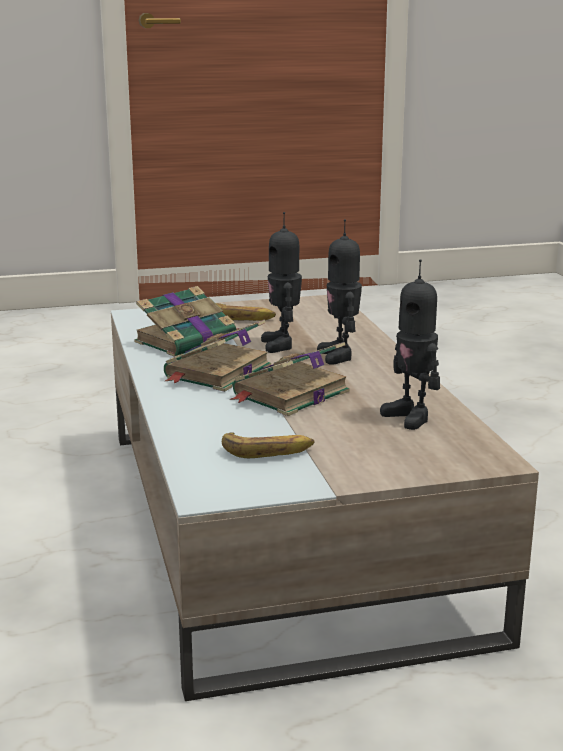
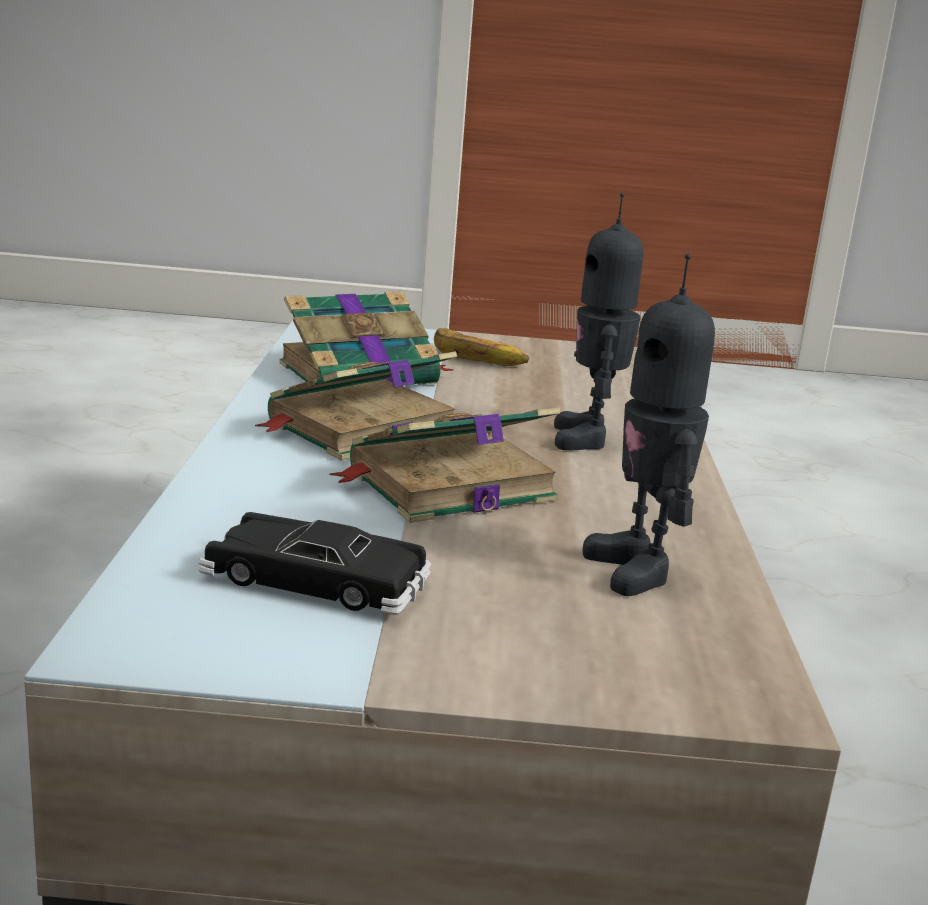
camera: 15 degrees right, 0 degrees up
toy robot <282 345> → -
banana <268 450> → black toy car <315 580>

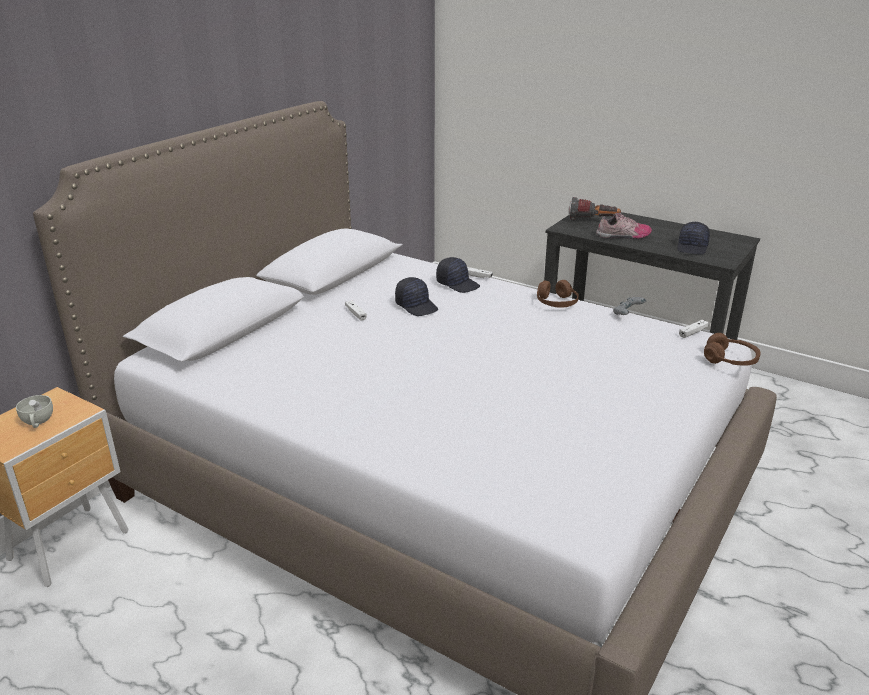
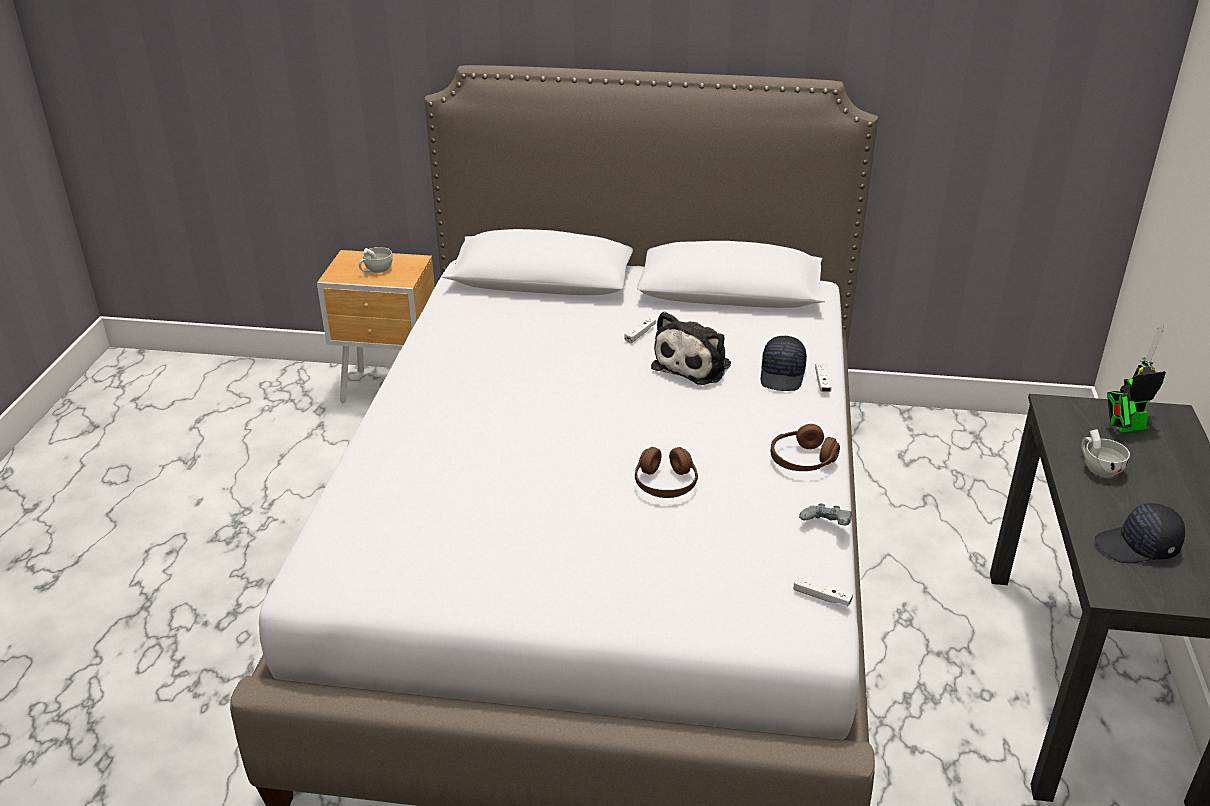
camera: 65 degrees right, 5 degrees up
flashlight <593 221> → toy robot <1125 427>
shoe <624 236> → white cup <1098 467>
black cap <417 306> → plush toy <694 365>
brown headphones <730 360> → brown headphones <665 484>, shifted

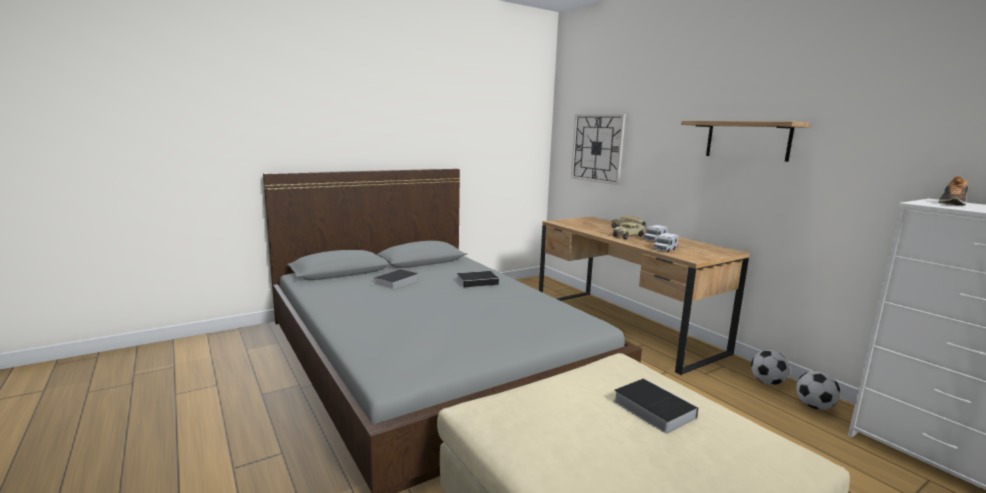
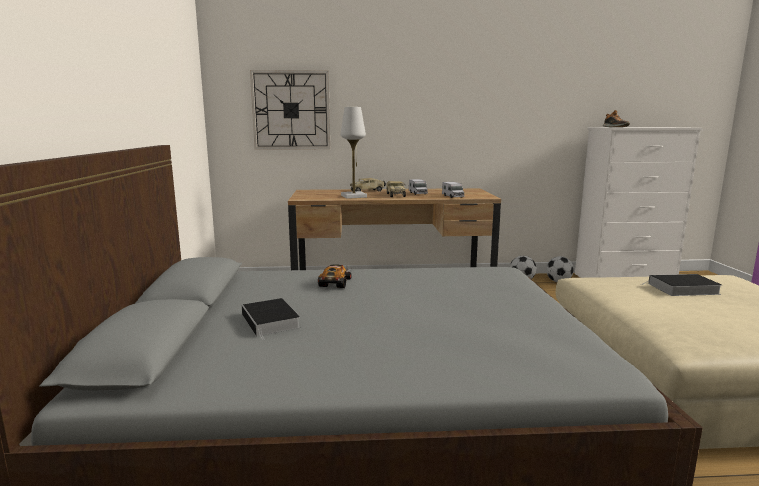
camera: 60 degrees left, 0 degrees up
shelf <747 140> → -
book <478 282> → toy car <336 282>
- → white table lamp <353 196>

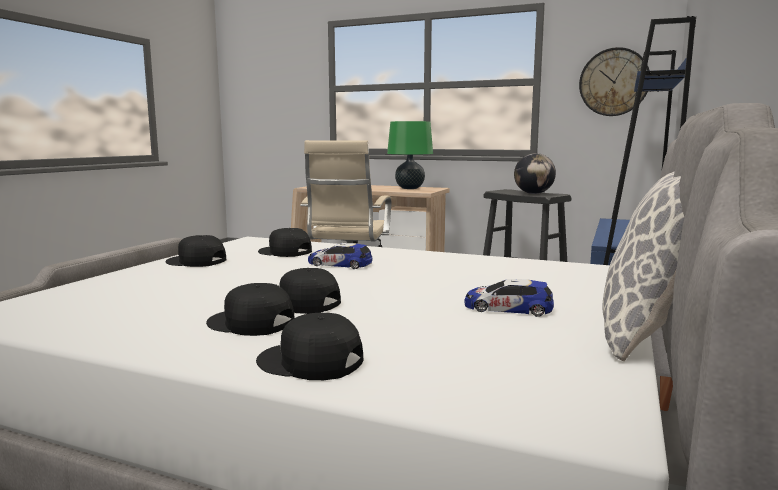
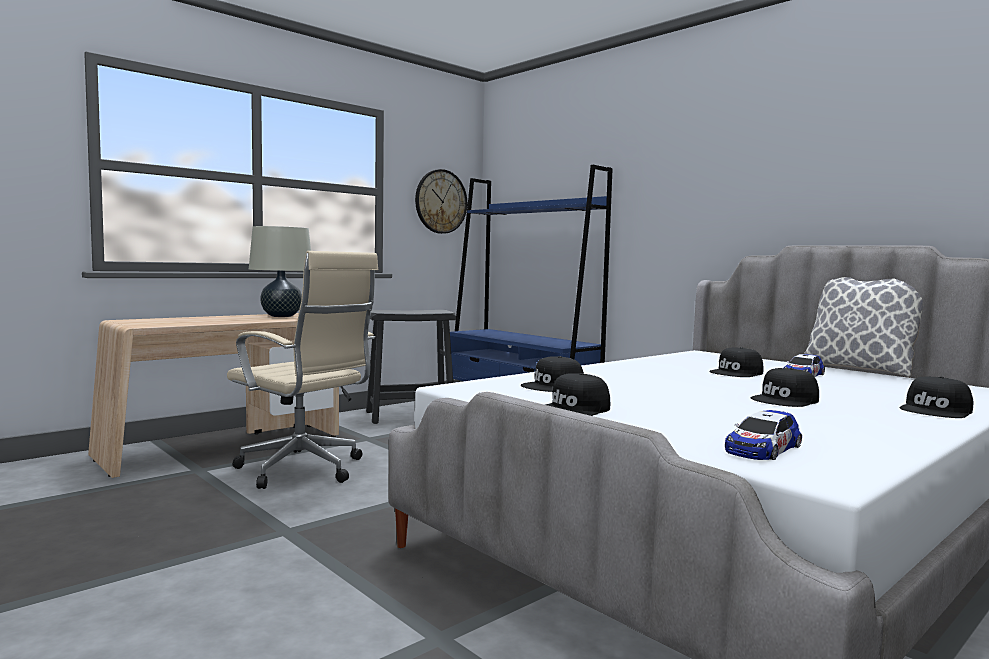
camera: 65 degrees left, 5 degrees down
green table lamp <409 188> → beige table lamp <281 316>
globe <533 193> → -
toy car <339 264> → toy car <762 449>, shifted
black cap <250 323> → black cap <737 373>, shifted

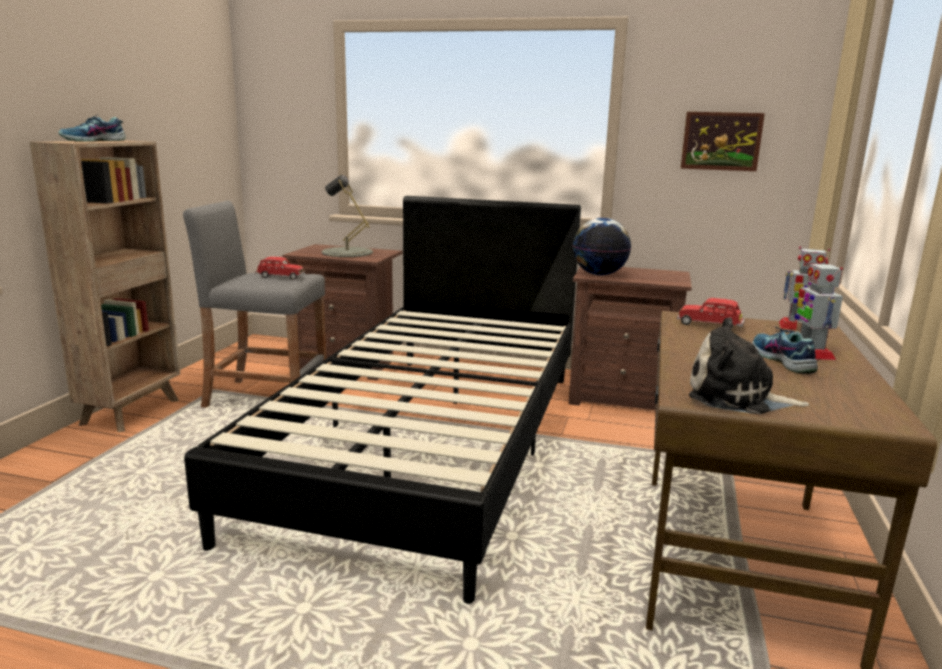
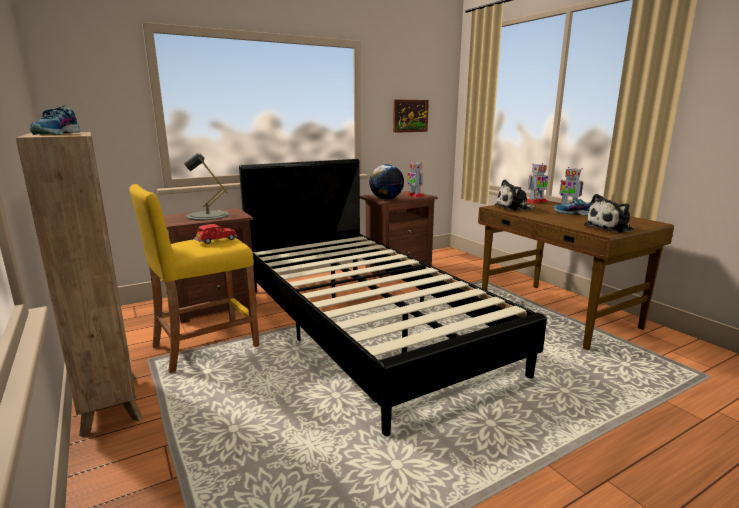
camera: 45 degrees left, 0 degrees up
grey stool <266 397> → yellow stool <205 346>
red toy car <710 325> → plush toy <514 208>
- → toy robot <414 195>

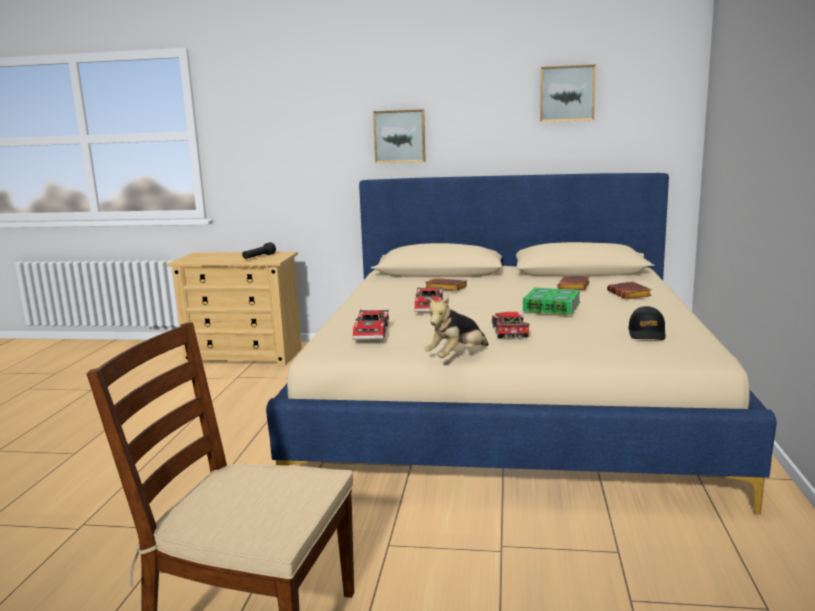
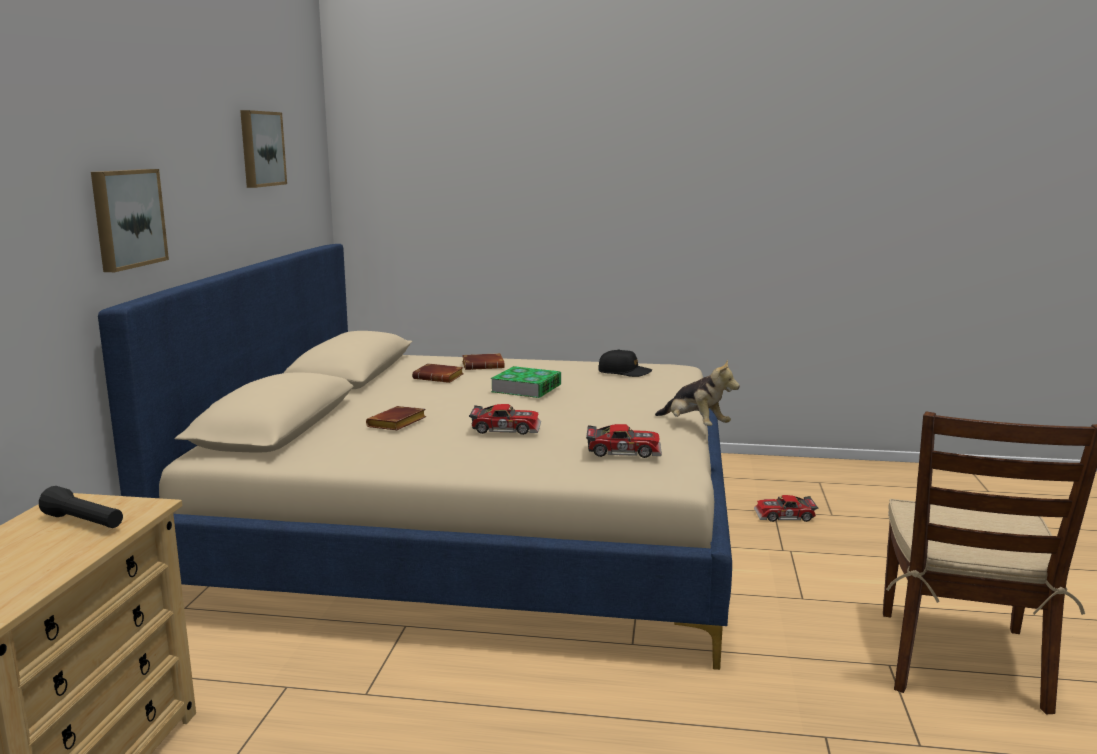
camera: 90 degrees left, 0 degrees up
toy car <507 332> → toy car <785 516>, shifted

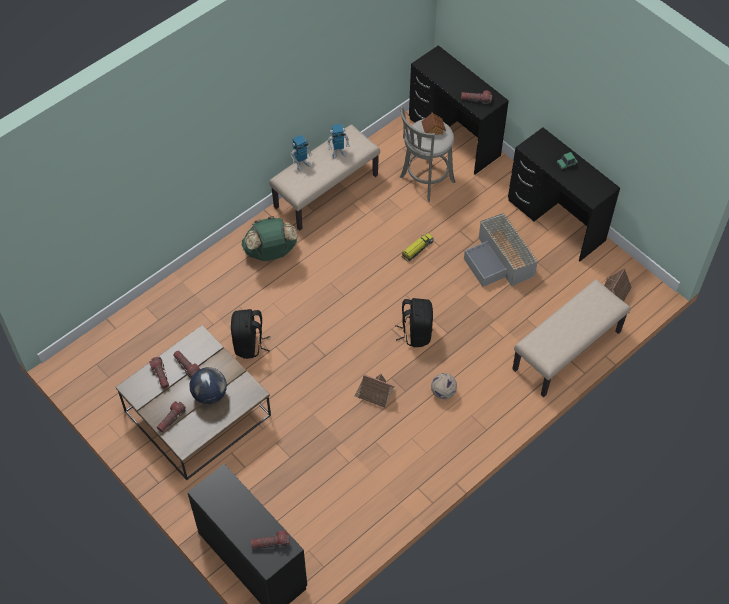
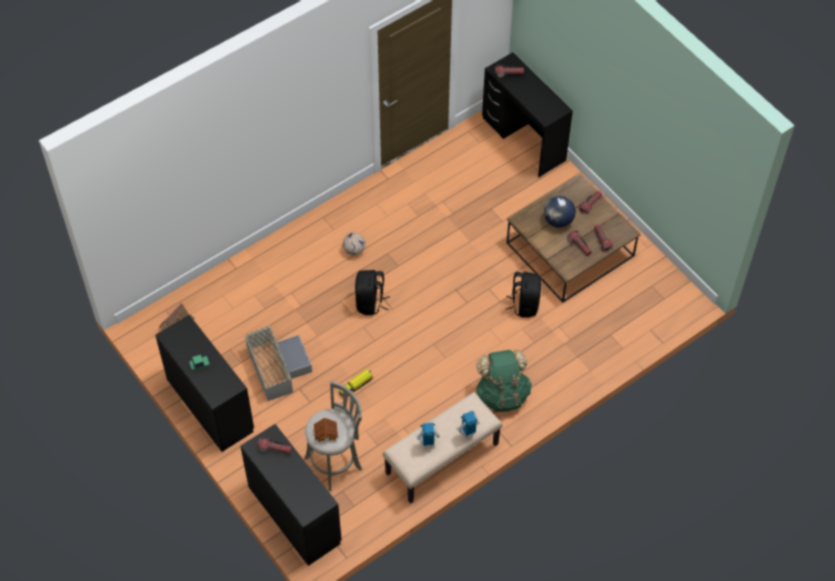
camera: 175 degrees left, 0 degrees up
beige bench <567 351> → -
toy house <374 393> → -

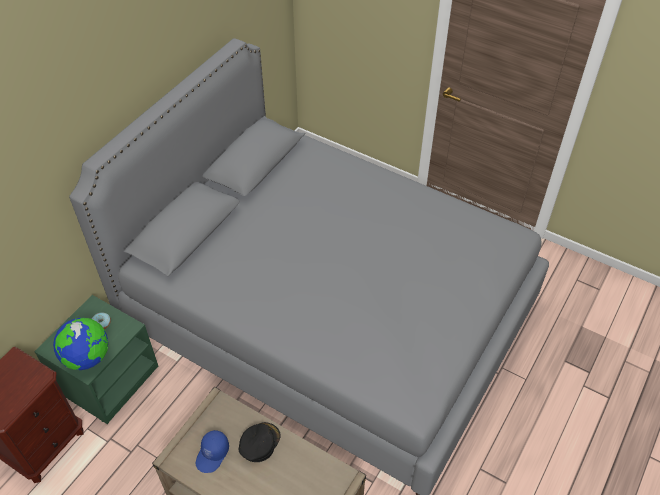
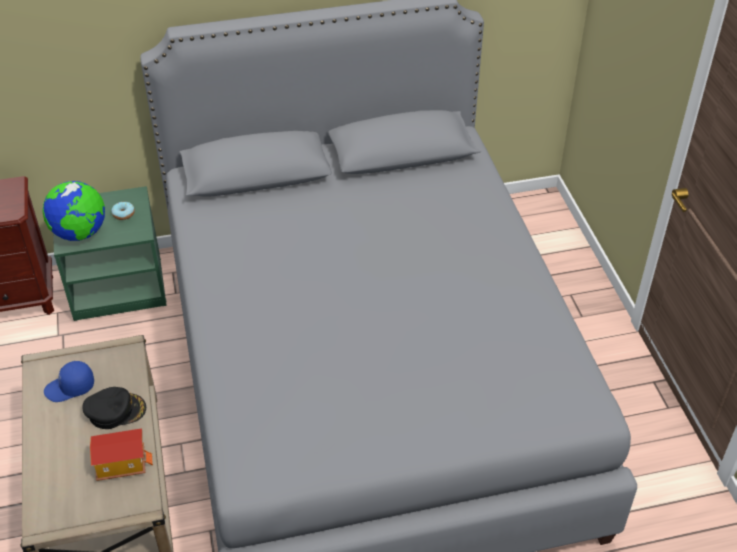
camera: 45 degrees right, 5 degrees down
- → toy house <122 464>

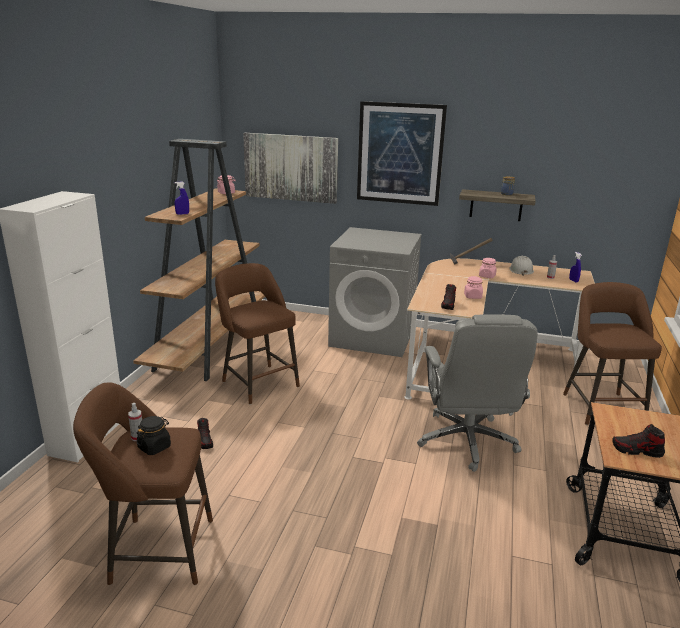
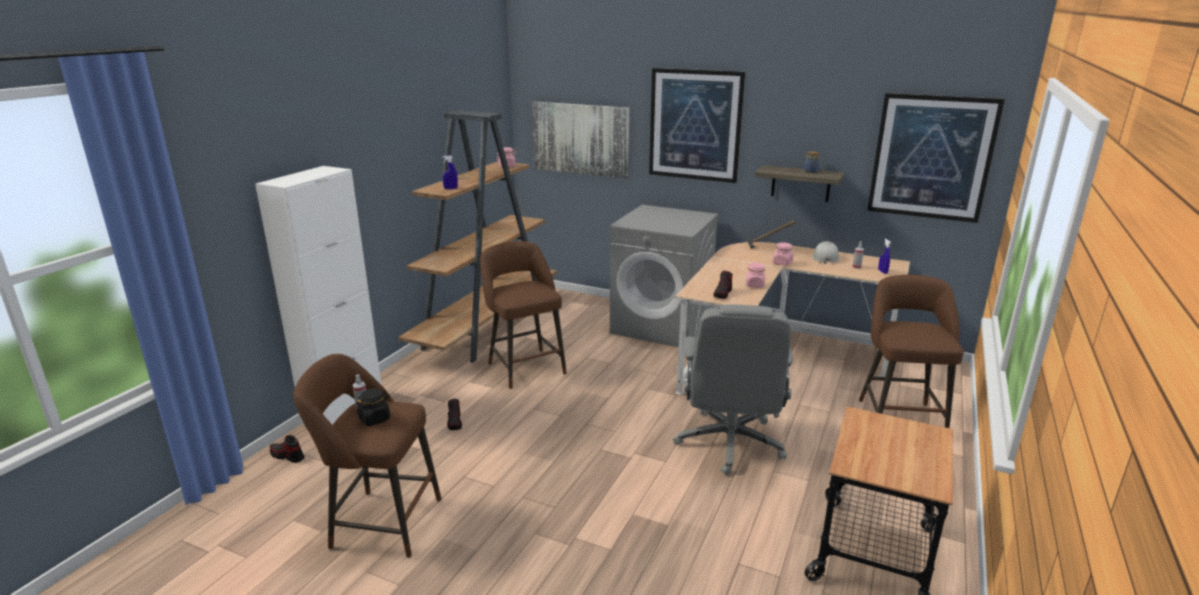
camera: 10 degrees right, 0 degrees up
shoe <637 450> → shoe <287 456>, shifted
- → picture <931 157>

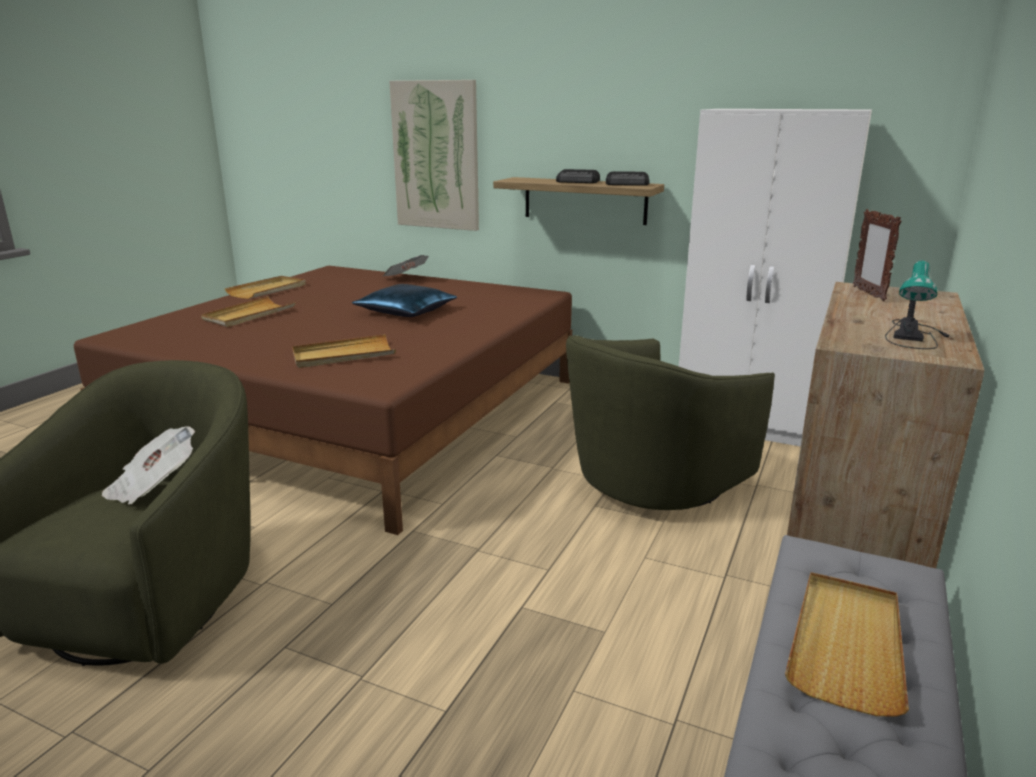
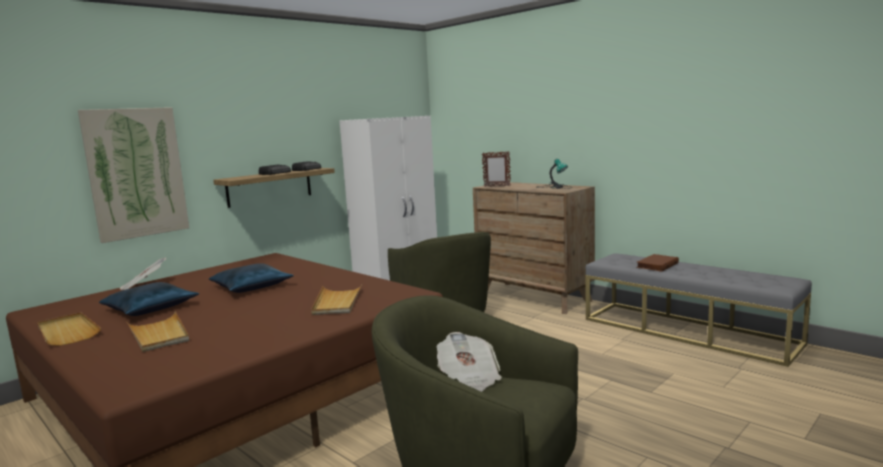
camera: 70 degrees left, 10 degrees down
beige tray <846 644> → brown book <656 265>
- → blue pillow <150 308>

